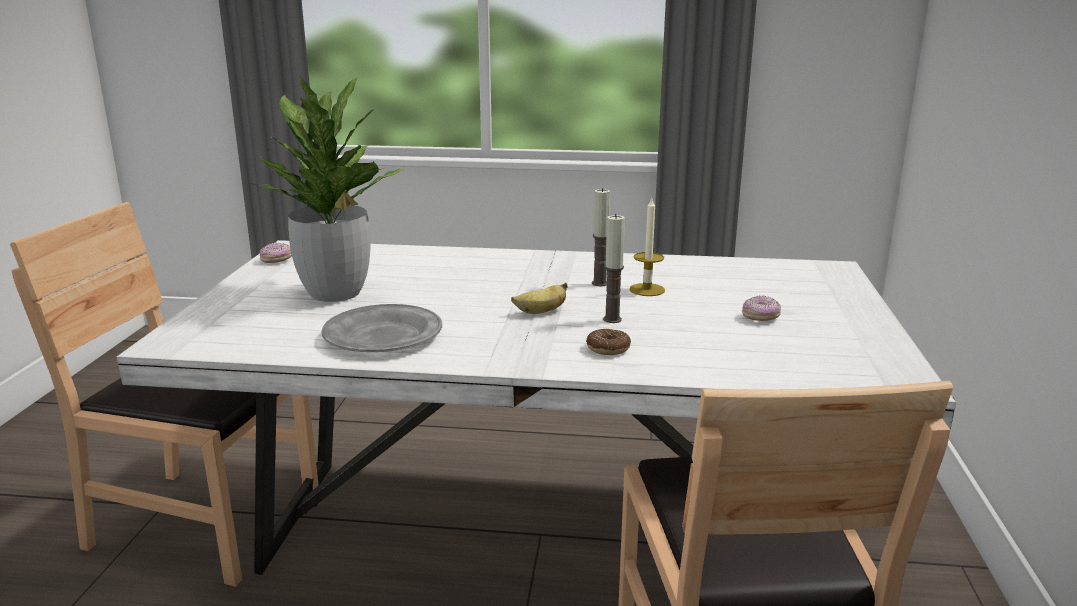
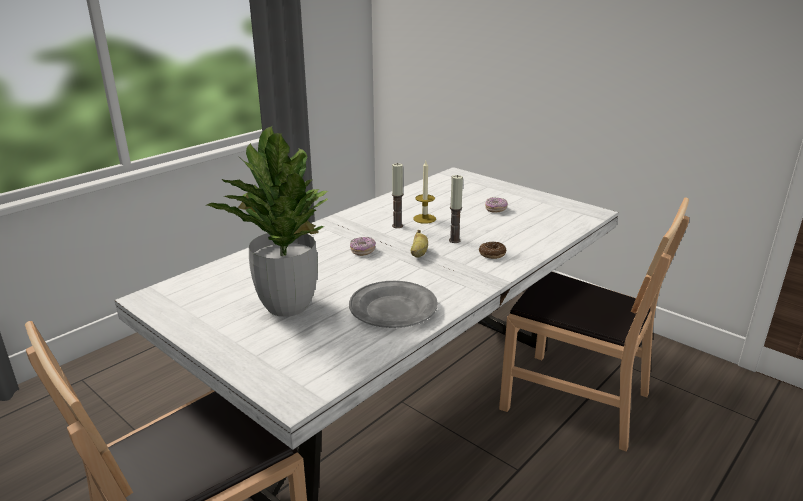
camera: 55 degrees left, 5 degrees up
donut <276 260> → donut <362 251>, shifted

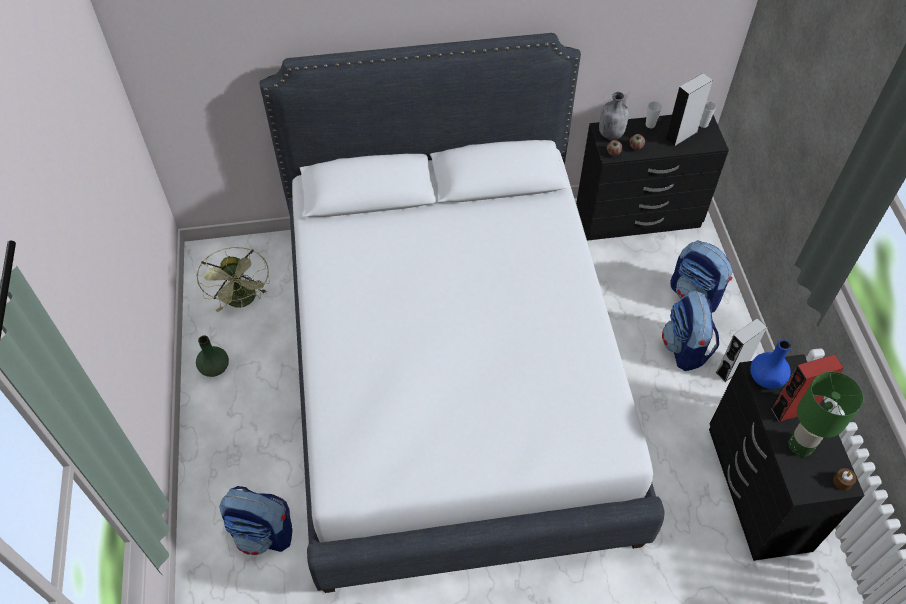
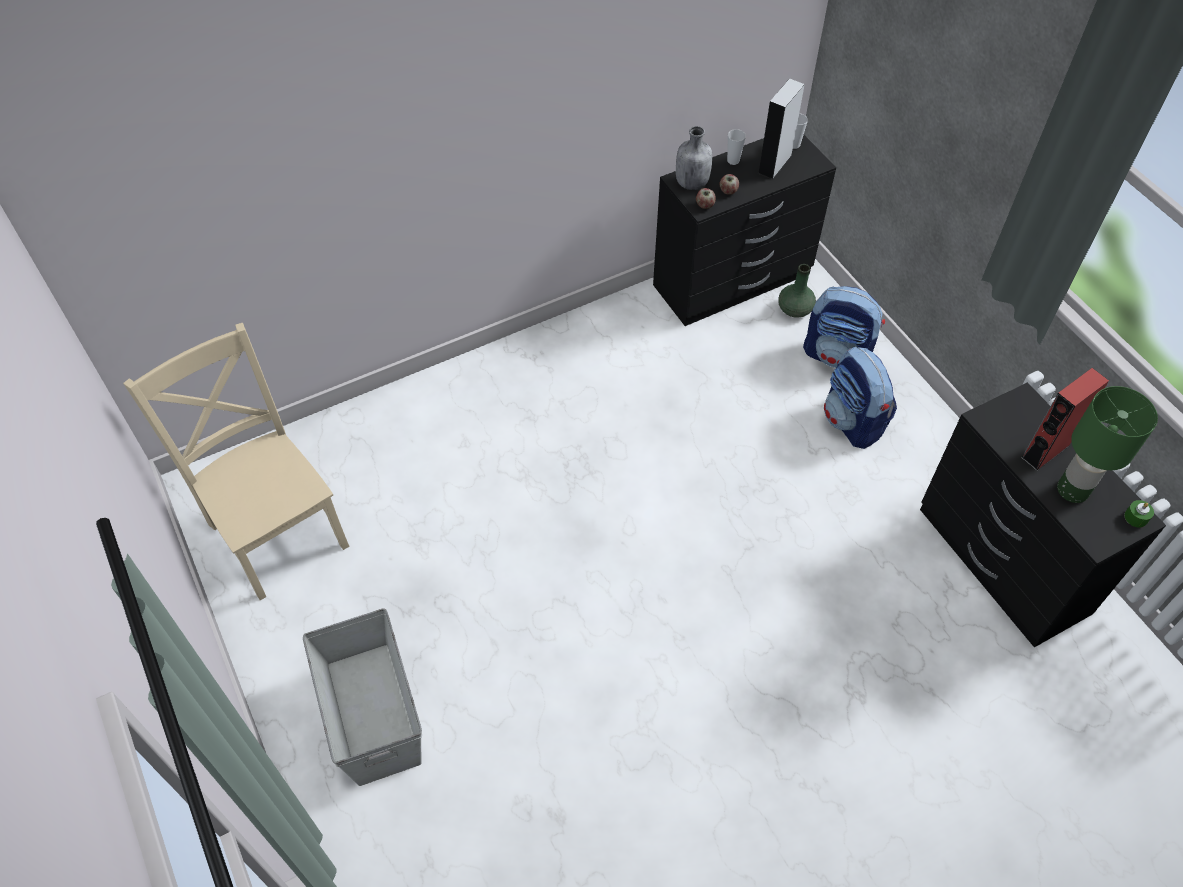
camera: 20 degrees left, 0 degrees up
white bed <453 374> → -
green fan <243 301> → beige chair <276 530>
grey speaker <732 368> → -
green vase <215 367> → green vase <795 309>, shifted
blue vase <765 377> → -
brown candle <842 481> → green candle <1136 517>
backpack <263 533> → -
- → grey storage box <374 711>

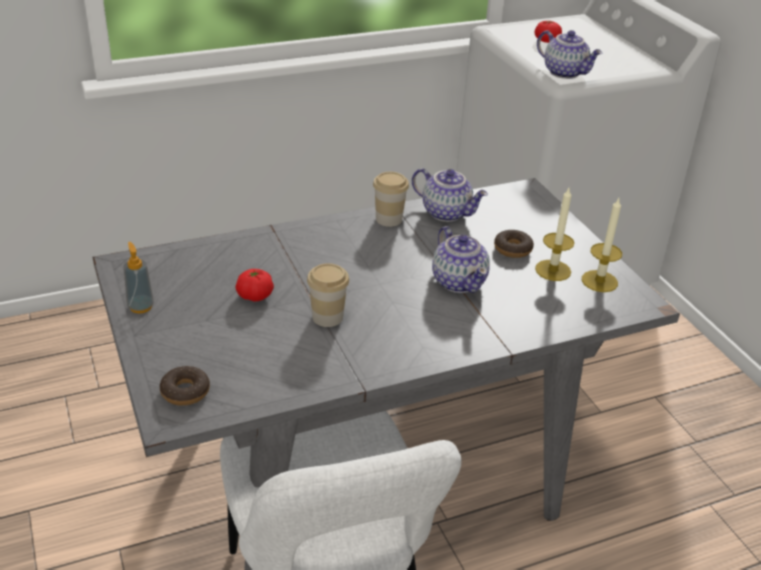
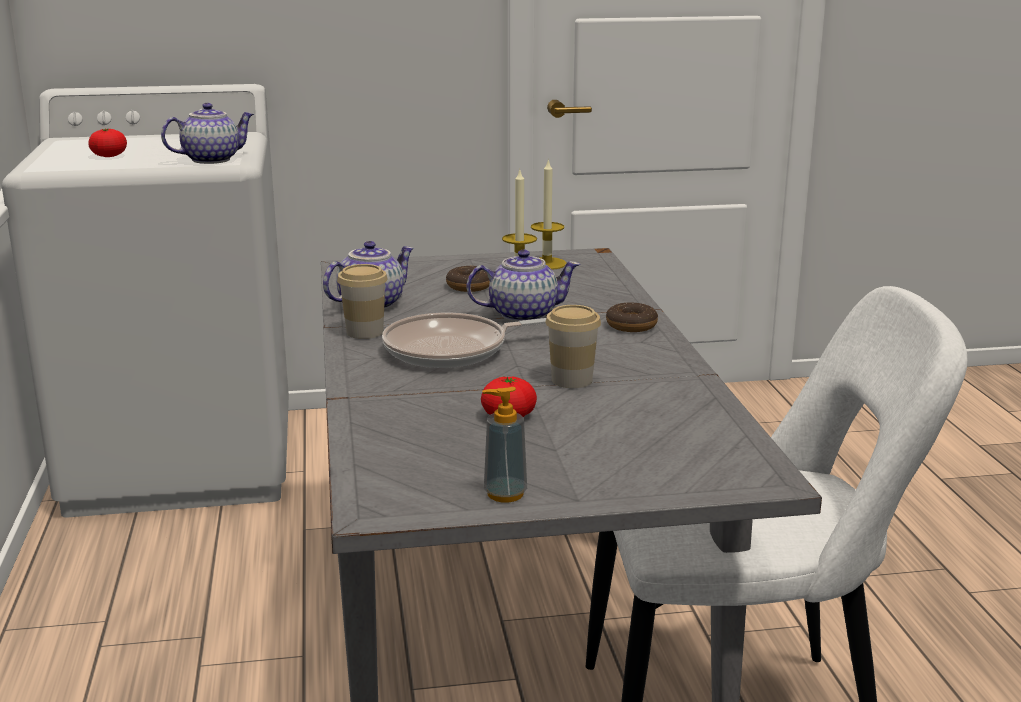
camera: 75 degrees left, 15 degrees down
donut <185 391> → donut <631 325>, shifted
- → frying pan <453 350>

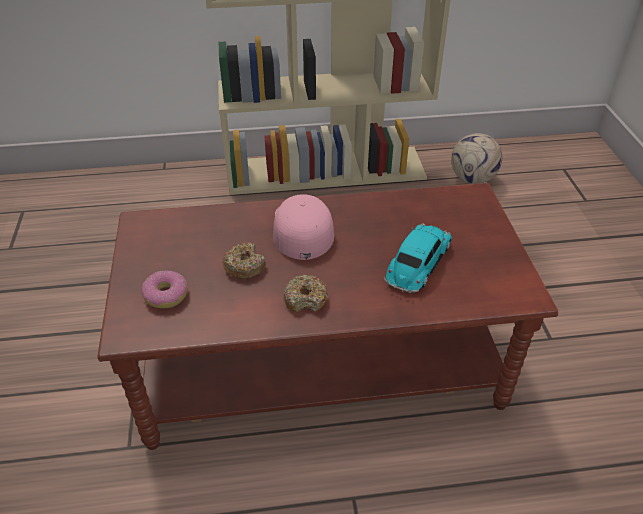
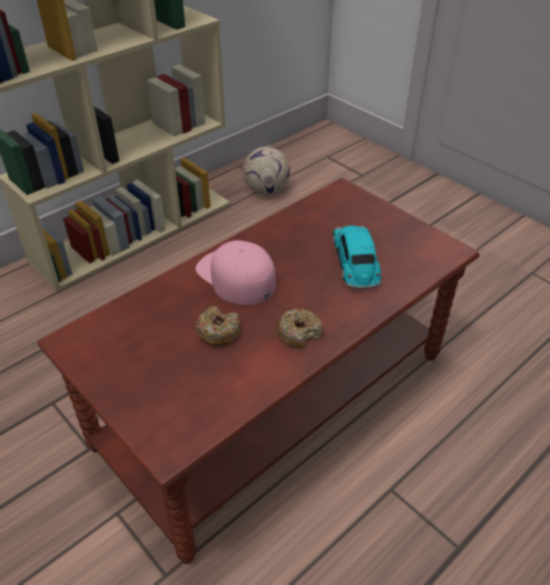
camera: 35 degrees left, 0 degrees up
donut <165 295> → -

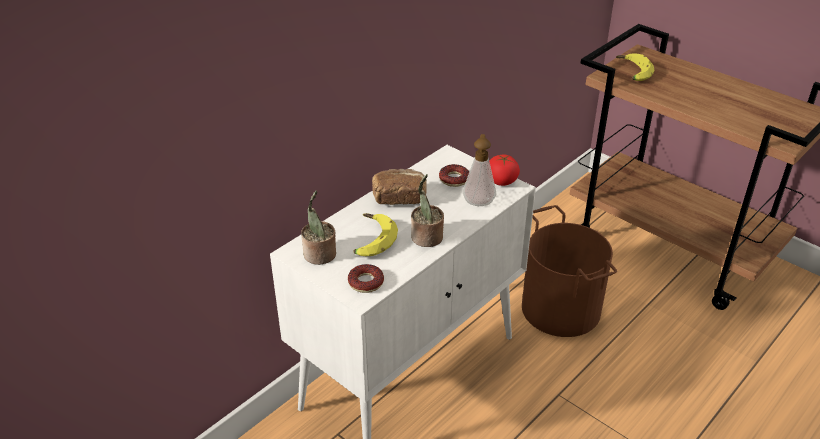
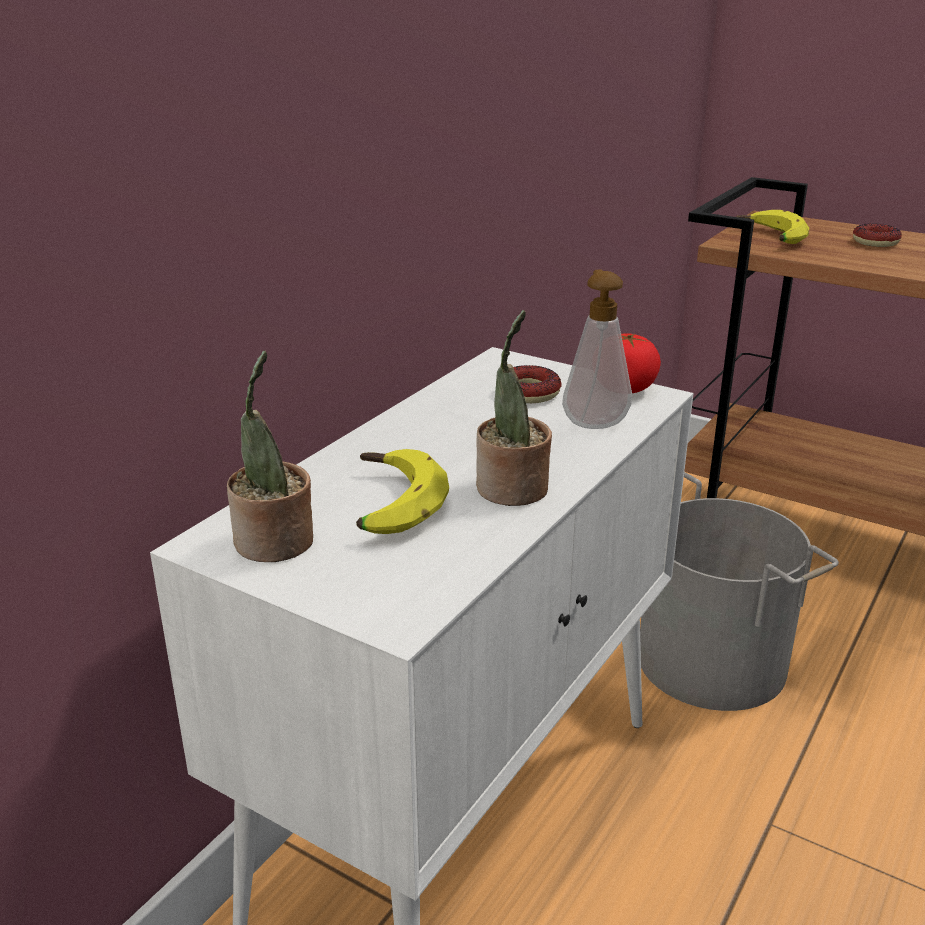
camera: 10 degrees left, 10 degrees down
bread <399 198> → -
brown bucket <562 308> → grey bucket <713 660>
donut <366 282> → donut <875 242>, shifted

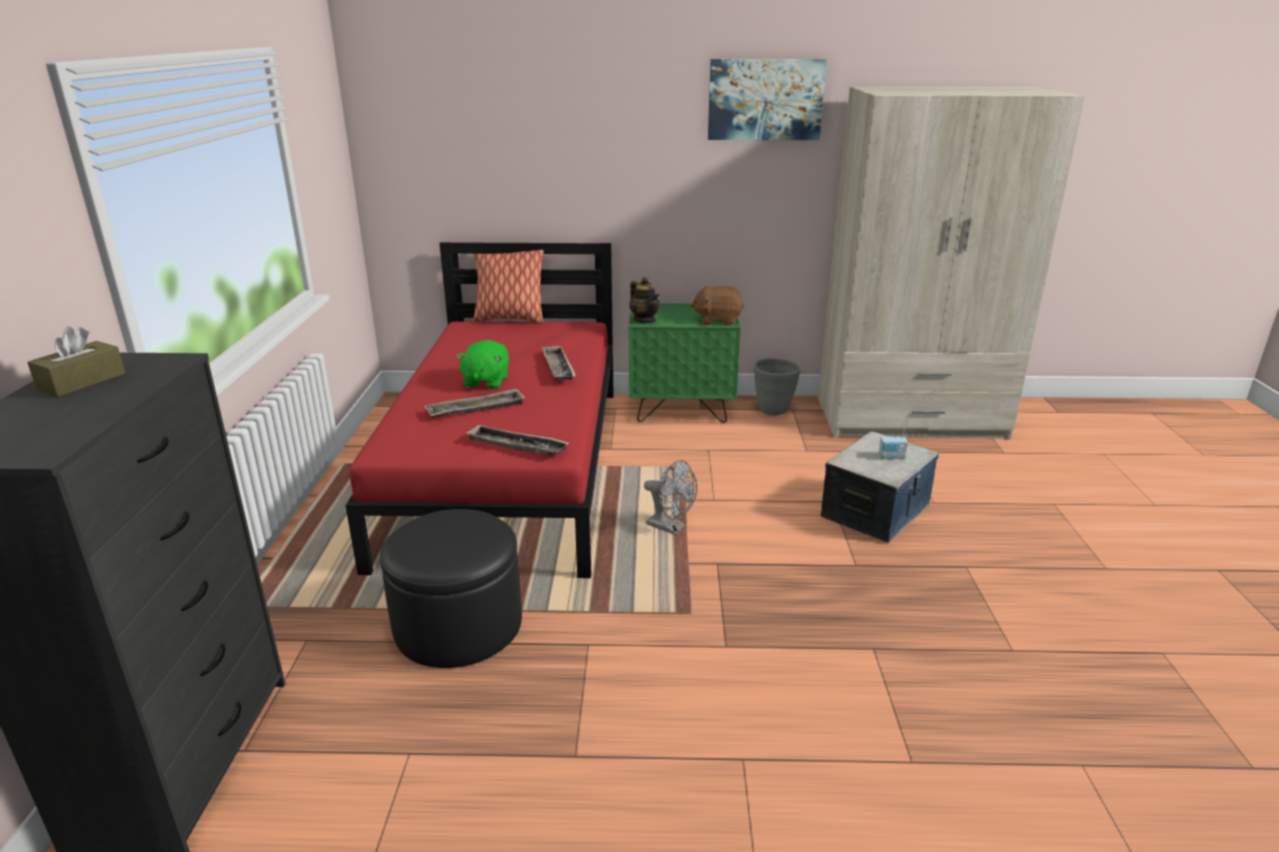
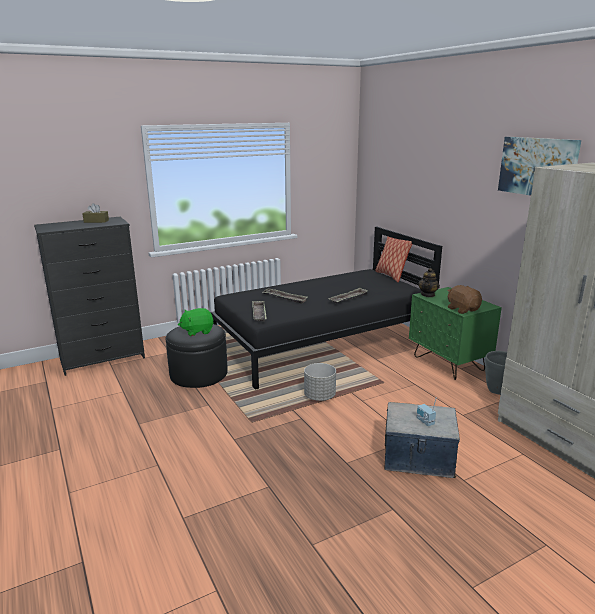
camera: 60 degrees right, 5 degrees down
red bed <511 468> → black bed <324 344>
green plush toy <485 382> → green plush toy <197 331>, shifted
grey fan <671 527> → grey planter <320 396>

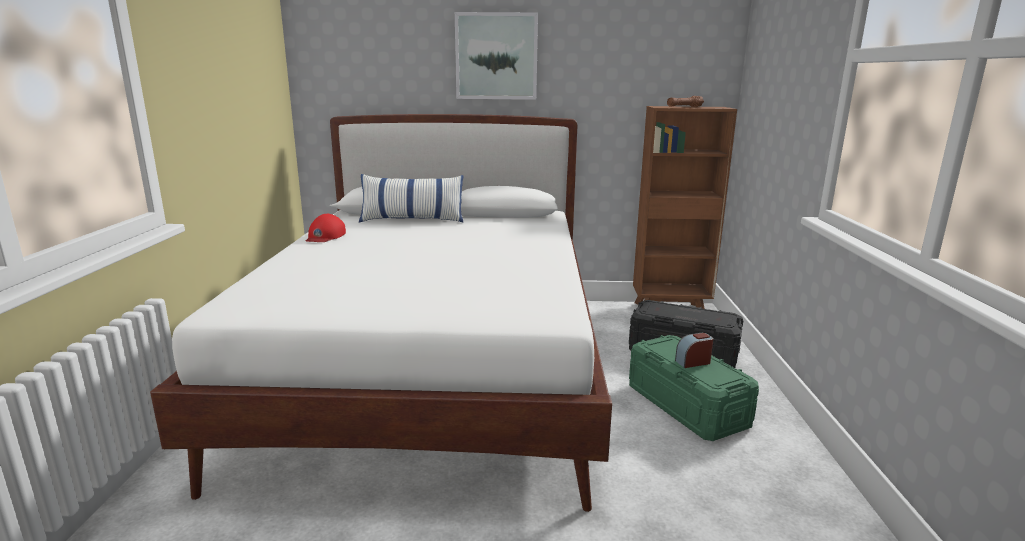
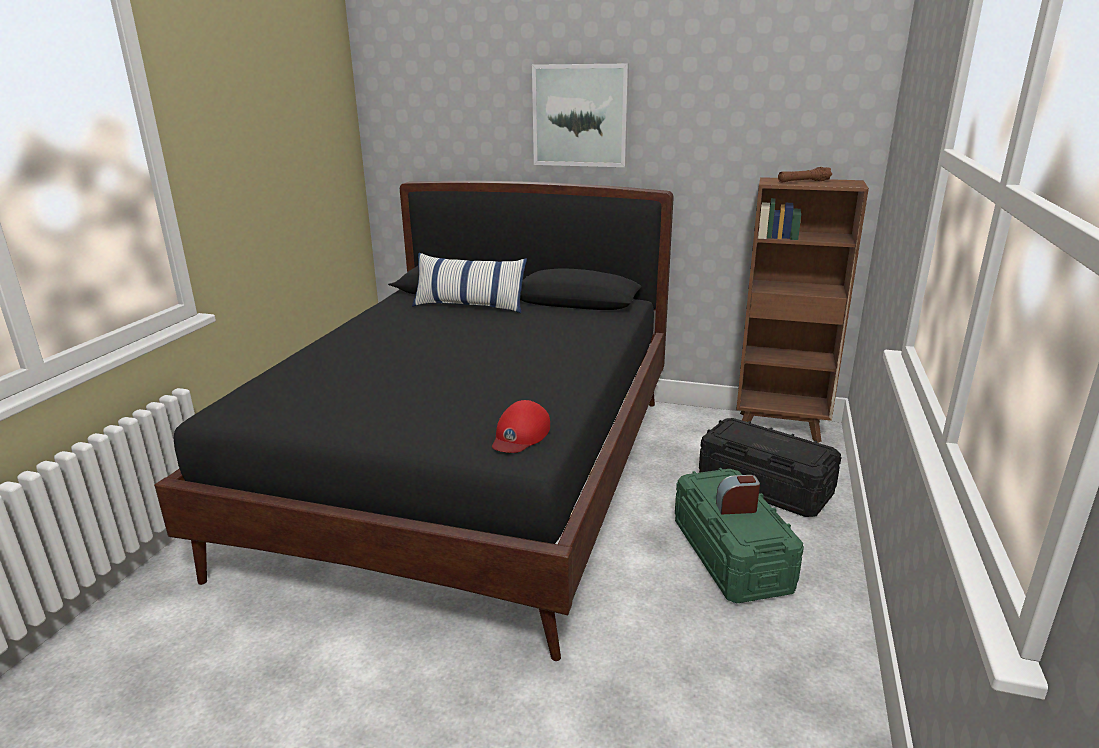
camera: 15 degrees right, 5 degrees up
white bed <435 370> → black bed <472 476>
red cap <325 236> → red cap <520 435>, shifted

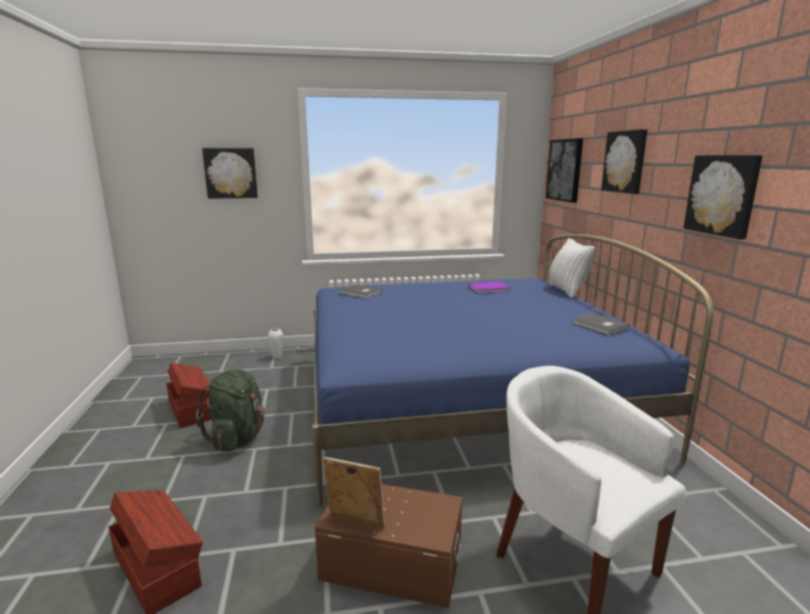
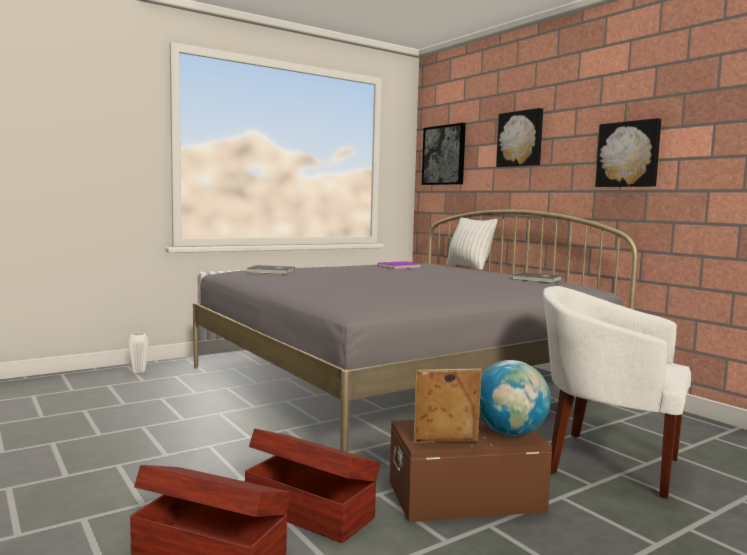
camera: 25 degrees left, 10 degrees down
picture <231 173> → -
blue bed <463 400> → grey bed <399 381>
brown storage box <191 409> → brown storage box <309 510>, shifted
green backpack <238 438> → -
- → globe <510 433>

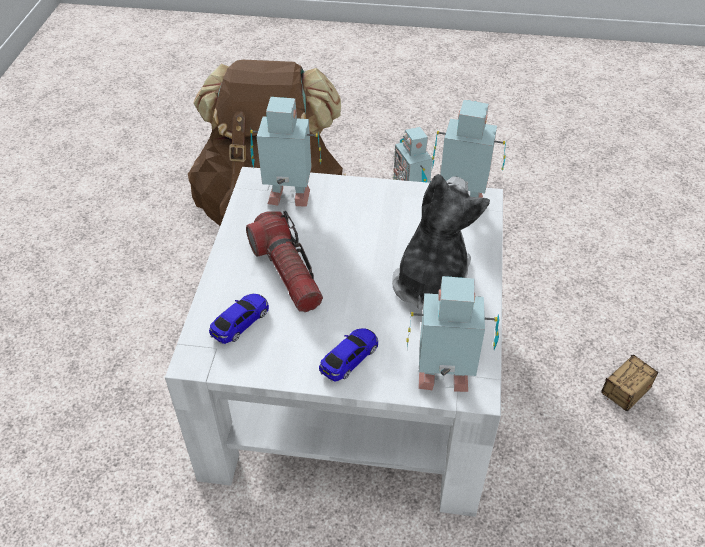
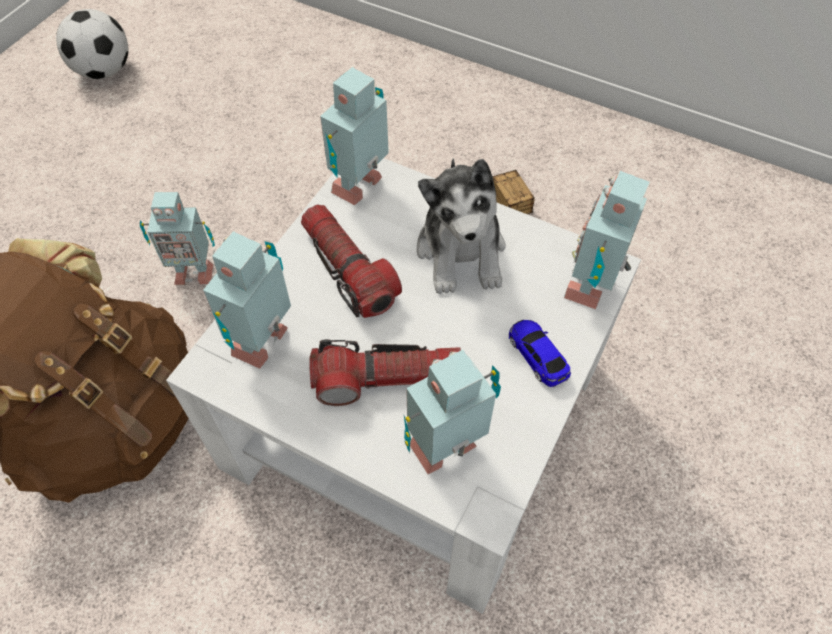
camera: 70 degrees left, 10 degrees up
plush toy <432 283> → plush toy <461 251>, 135 degrees counterclockwise
toy car <240 322> → toy robot <447 450>
- → football <104 71>
- → flashlight <348 270>

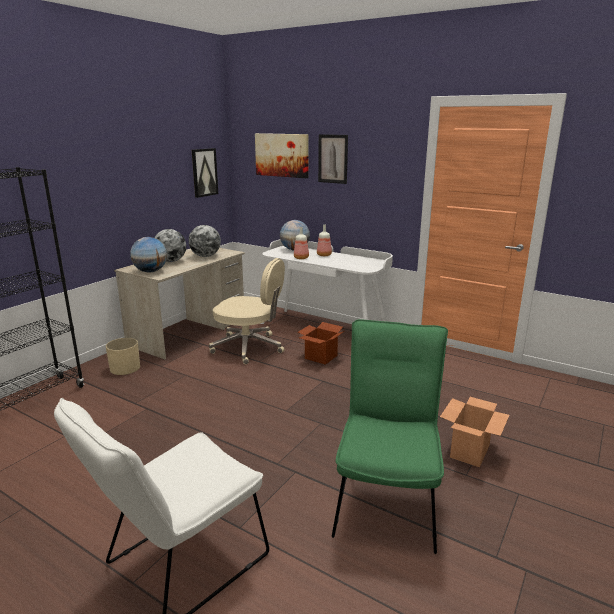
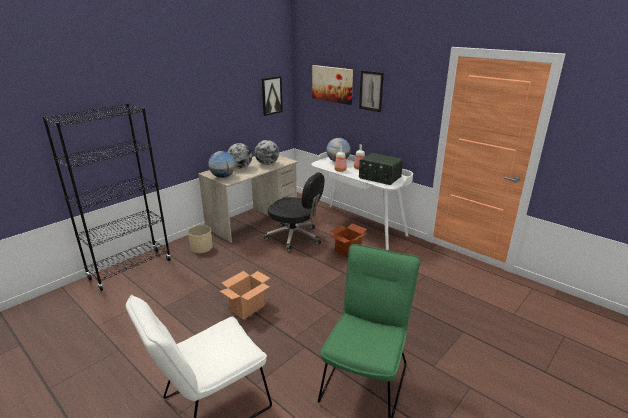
camera: 10 degrees right, 5 degrees up
beige office chair <249 347> → black office chair <295 238>
cardboard box <469 451> → cardboard box <247 308>, shifted
- → radio <379 178>

